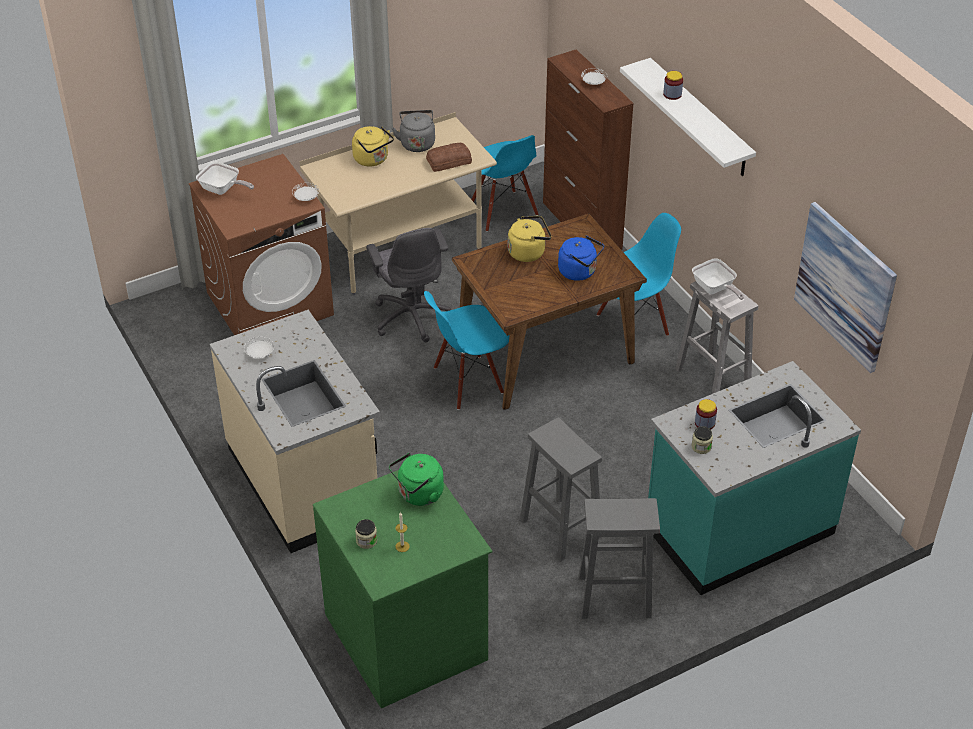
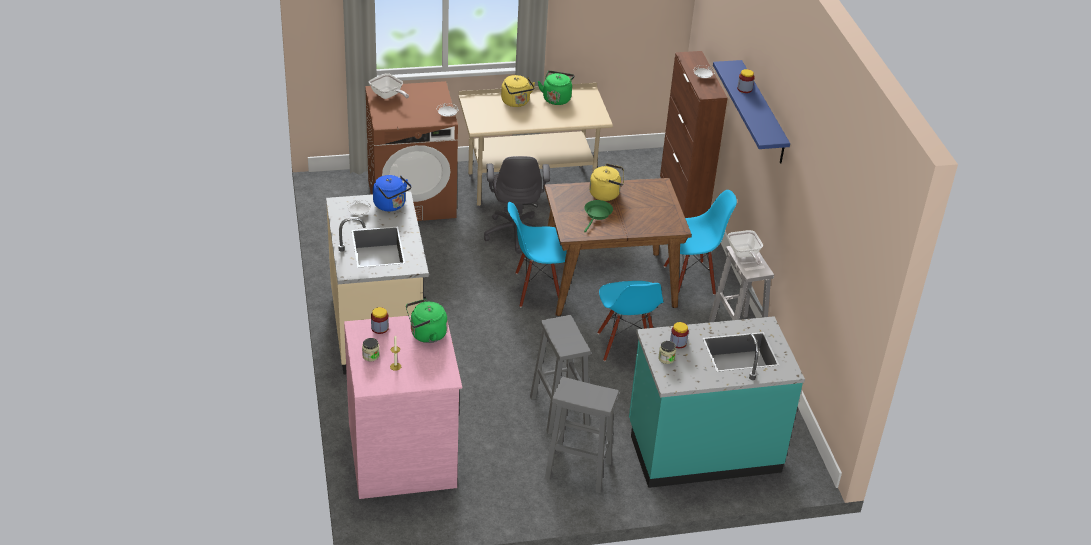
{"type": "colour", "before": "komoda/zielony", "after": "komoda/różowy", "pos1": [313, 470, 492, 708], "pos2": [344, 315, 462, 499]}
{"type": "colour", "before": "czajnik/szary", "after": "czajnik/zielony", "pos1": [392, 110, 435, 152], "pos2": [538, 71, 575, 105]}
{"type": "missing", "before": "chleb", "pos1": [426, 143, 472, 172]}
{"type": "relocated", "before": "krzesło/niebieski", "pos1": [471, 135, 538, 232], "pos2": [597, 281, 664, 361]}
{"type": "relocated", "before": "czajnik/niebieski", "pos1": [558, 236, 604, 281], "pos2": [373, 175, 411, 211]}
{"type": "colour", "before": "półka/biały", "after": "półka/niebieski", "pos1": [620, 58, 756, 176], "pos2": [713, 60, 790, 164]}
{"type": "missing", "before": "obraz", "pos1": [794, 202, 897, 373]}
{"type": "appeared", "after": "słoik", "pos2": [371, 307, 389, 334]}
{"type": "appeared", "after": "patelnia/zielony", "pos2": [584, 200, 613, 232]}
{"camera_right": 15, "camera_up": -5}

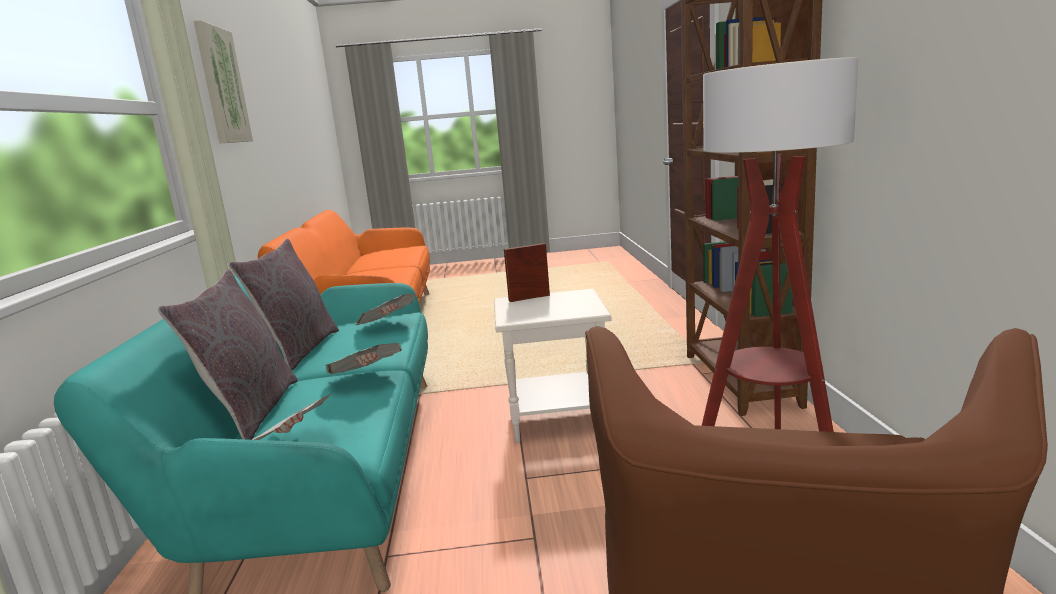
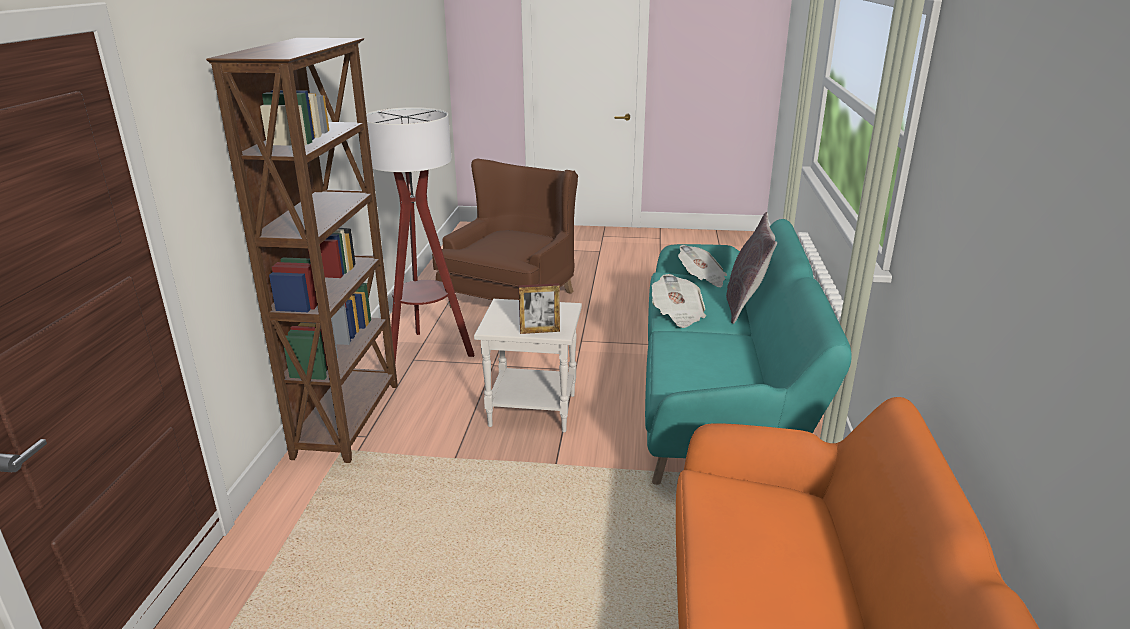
{"type": "missing", "before": "obraz", "pos1": [194, 20, 253, 144]}
{"type": "missing", "before": "poduszka/szary", "pos1": [229, 239, 339, 371]}
{"type": "missing", "before": "gazeta", "pos1": [356, 294, 416, 325]}
{"camera_right": -170, "camera_up": 10}

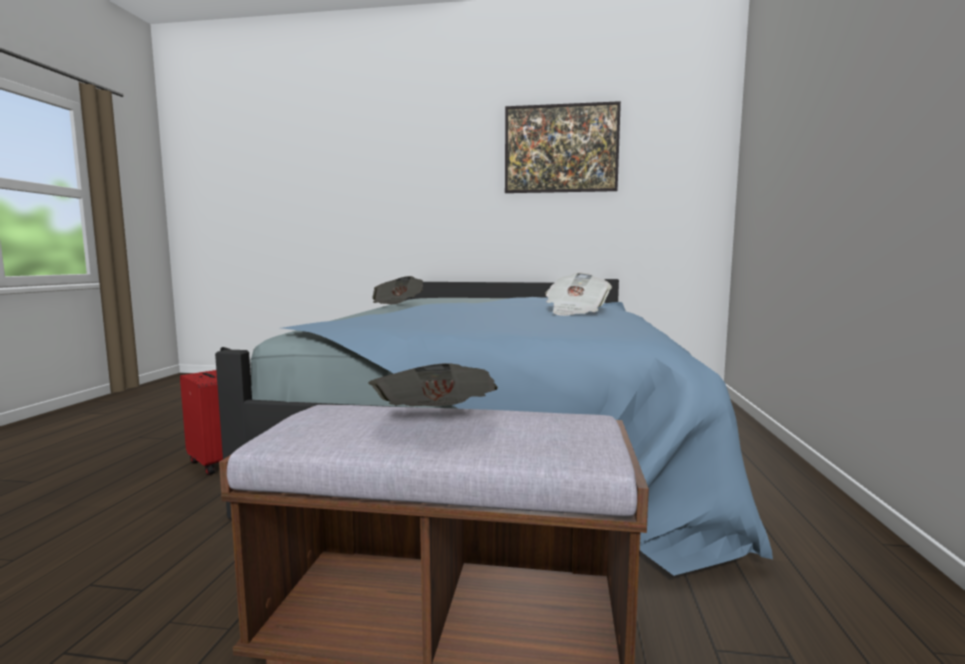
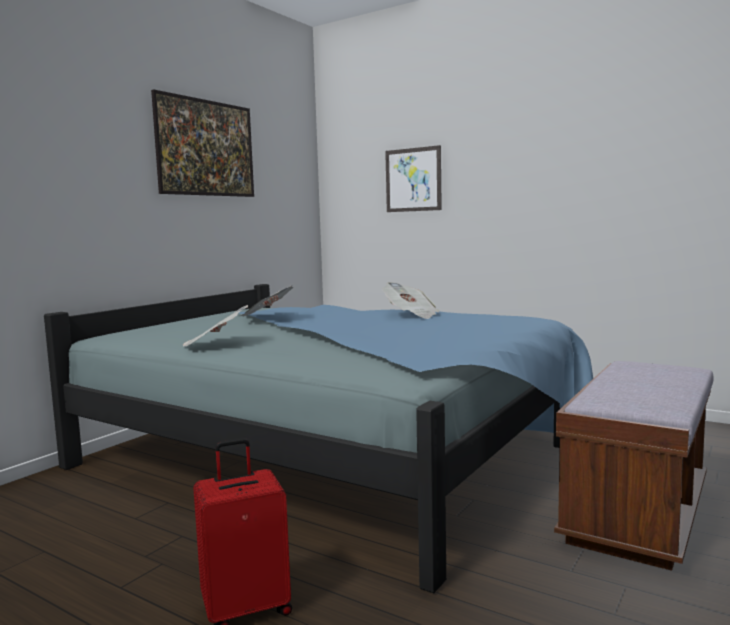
{"type": "relocated", "before": "gazeta", "pos1": [369, 363, 498, 406], "pos2": [241, 285, 293, 316]}
{"type": "appeared", "after": "obraz", "pos2": [385, 145, 442, 212]}
{"camera_right": -65, "camera_up": 0}

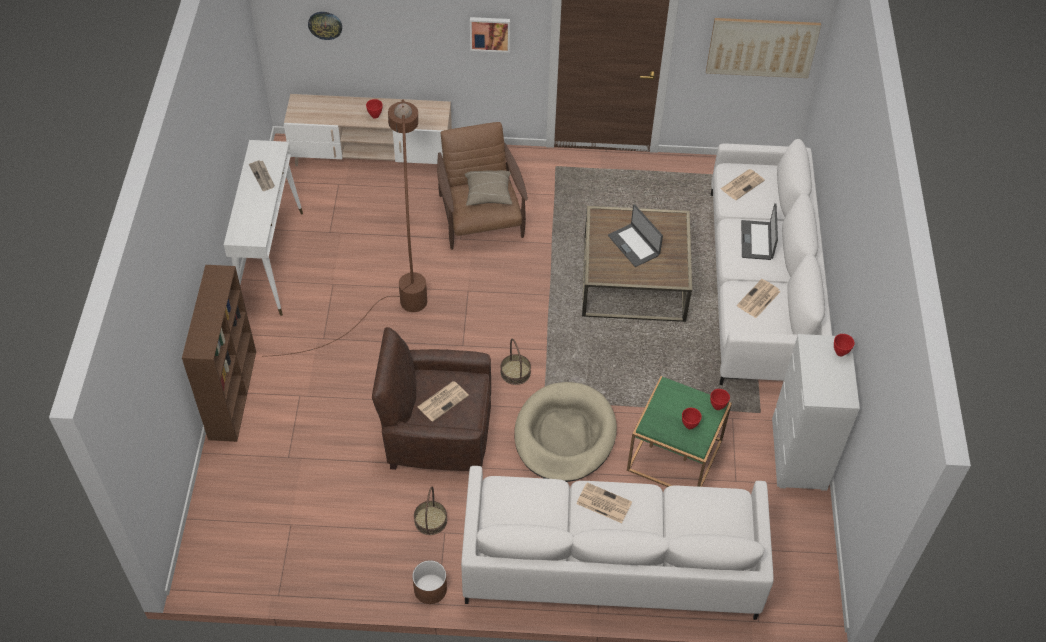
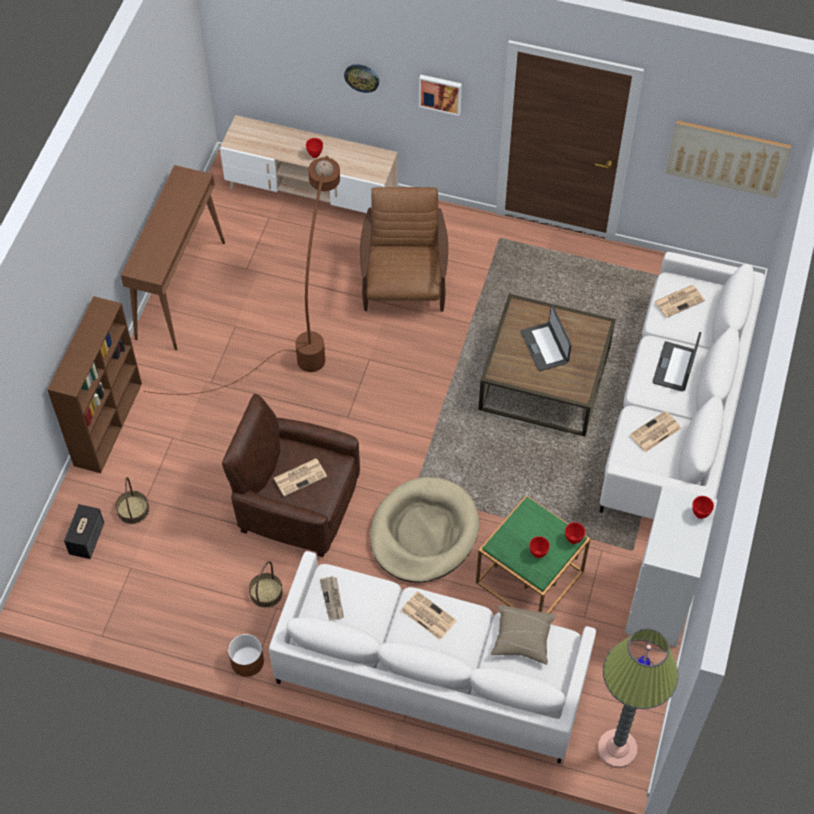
{"type": "colour", "before": "stolik konsolowy/biały", "after": "stolik konsolowy/brązowy", "pos1": [224, 140, 303, 316], "pos2": [121, 165, 225, 350]}
{"type": "relocated", "before": "gazeta", "pos1": [249, 160, 275, 191], "pos2": [320, 576, 344, 621]}
{"type": "relocated", "before": "zegar ścienny", "pos1": [308, 12, 342, 40], "pos2": [344, 64, 379, 93]}
{"type": "relocated", "before": "poduszka/beżowy", "pos1": [464, 170, 512, 206], "pos2": [491, 605, 556, 664]}
{"type": "relocated", "before": "koszyk", "pos1": [500, 339, 531, 385], "pos2": [115, 477, 149, 524]}
{"type": "appeared", "after": "głośnik", "pos2": [64, 504, 104, 559]}
{"type": "appeared", "after": "lampa stojąca", "pos2": [598, 628, 679, 768]}
{"camera_right": 15, "camera_up": 5}

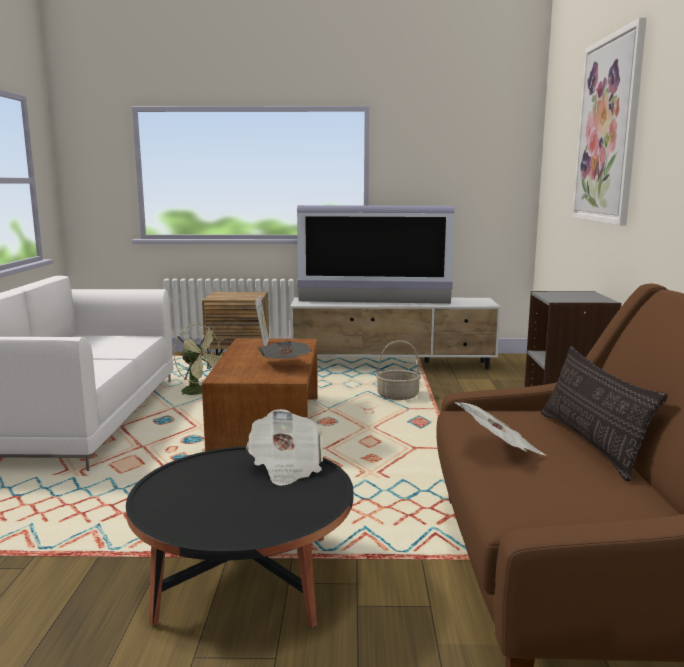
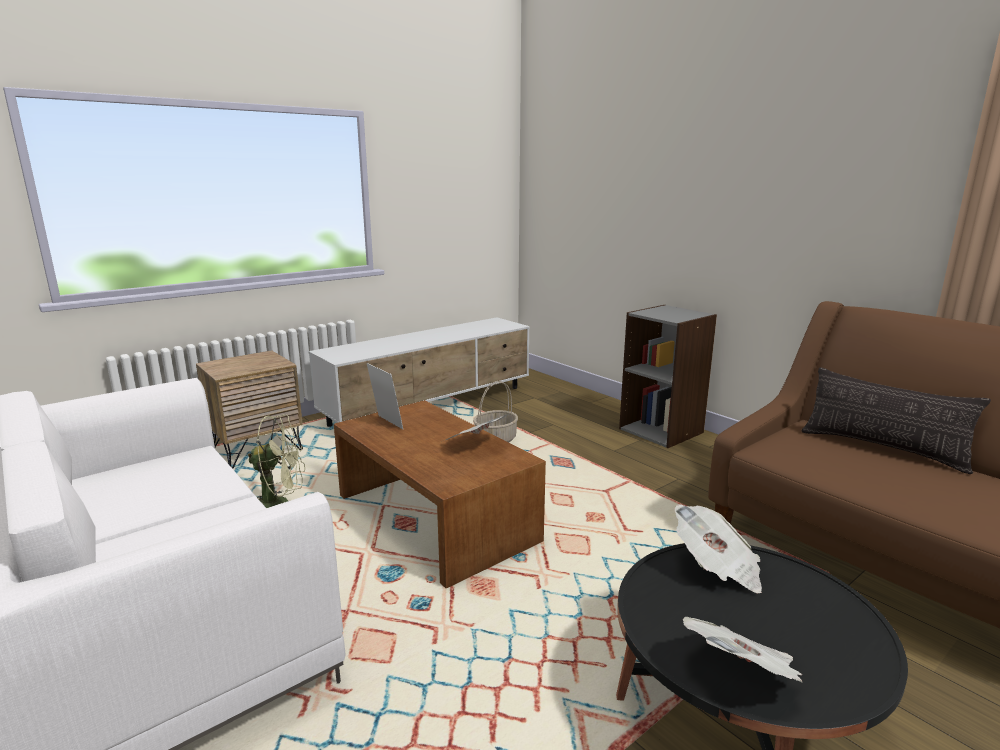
{"type": "missing", "before": "telewizor", "pos1": [297, 205, 455, 304]}
{"type": "relocated", "before": "gazeta", "pos1": [455, 402, 546, 455], "pos2": [683, 617, 803, 682]}
{"type": "missing", "before": "obraz", "pos1": [572, 17, 647, 225]}
{"camera_right": -40, "camera_up": 5}

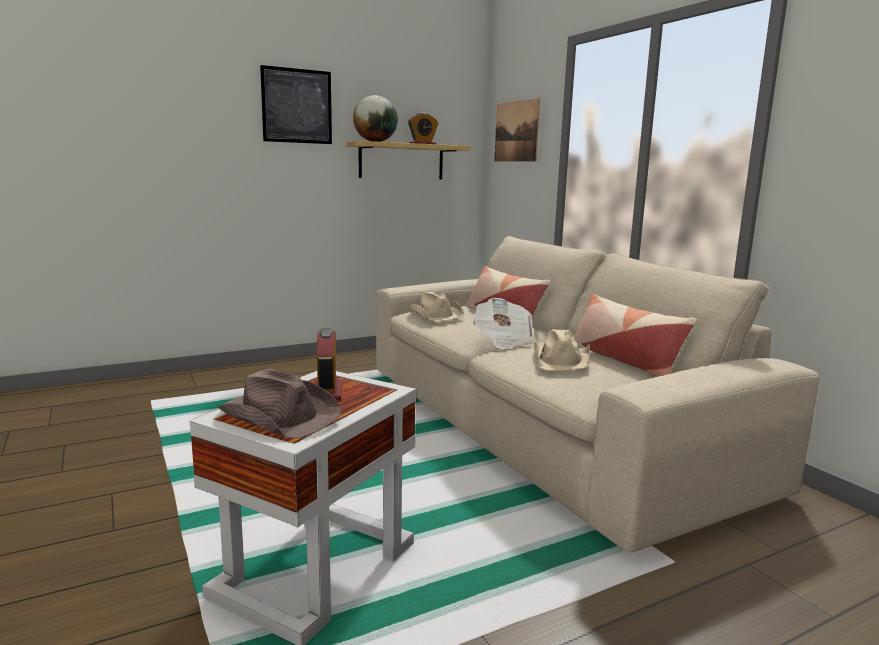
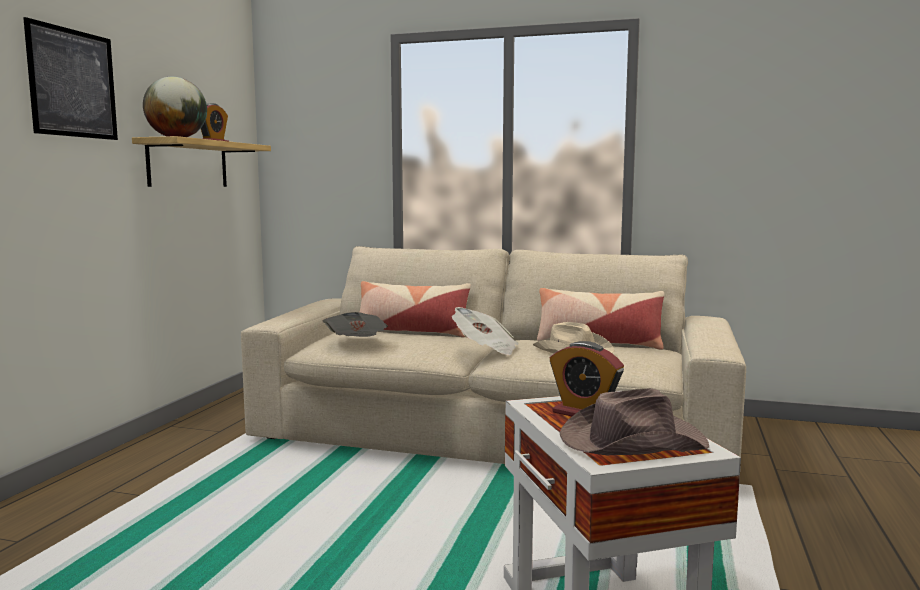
{"type": "exchanged", "before": "kapelusz/beżowy", "after": "gazeta", "pos1": [409, 291, 464, 322], "pos2": [322, 312, 388, 337]}
{"type": "missing", "before": "obraz", "pos1": [495, 98, 540, 162]}
{"camera_right": -45, "camera_up": -5}

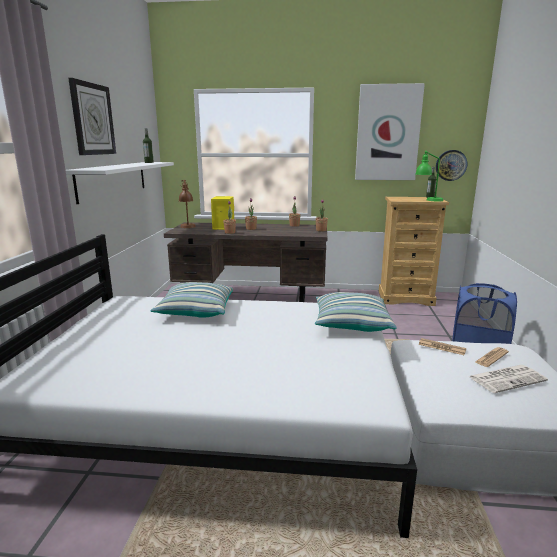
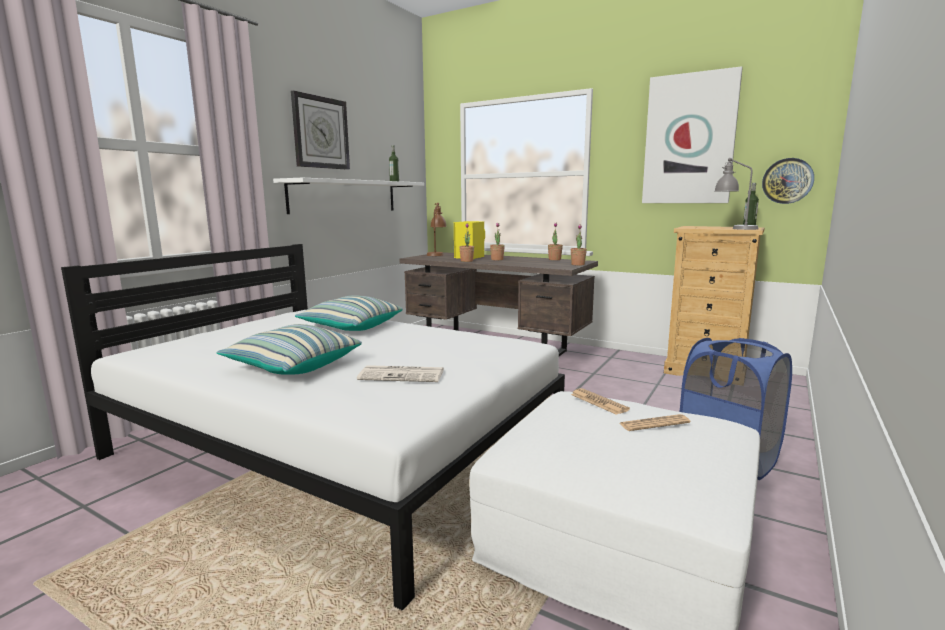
{"type": "relocated", "before": "poduszka", "pos1": [315, 292, 397, 332], "pos2": [217, 324, 362, 375]}
{"type": "colour", "before": "lampa stołowa/zielony", "after": "lampa stołowa/szary", "pos1": [416, 151, 443, 201], "pos2": [714, 158, 759, 230]}
{"type": "relocated", "before": "gazeta", "pos1": [468, 365, 548, 393], "pos2": [357, 365, 444, 382]}
{"camera_right": 25, "camera_up": -5}

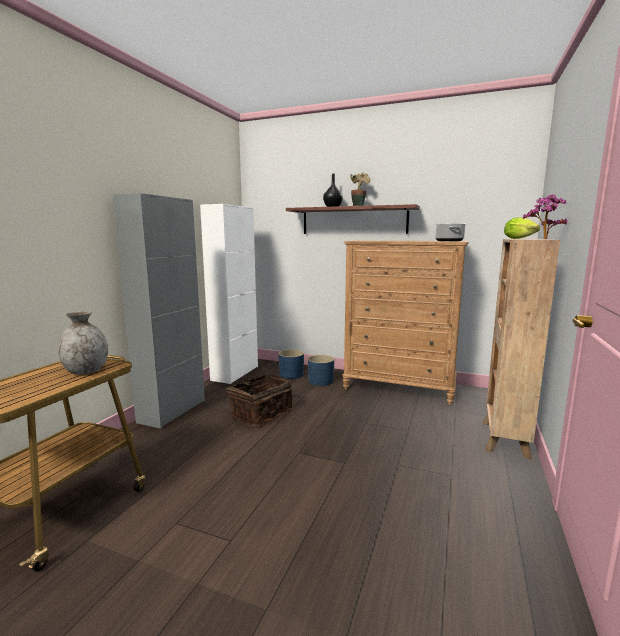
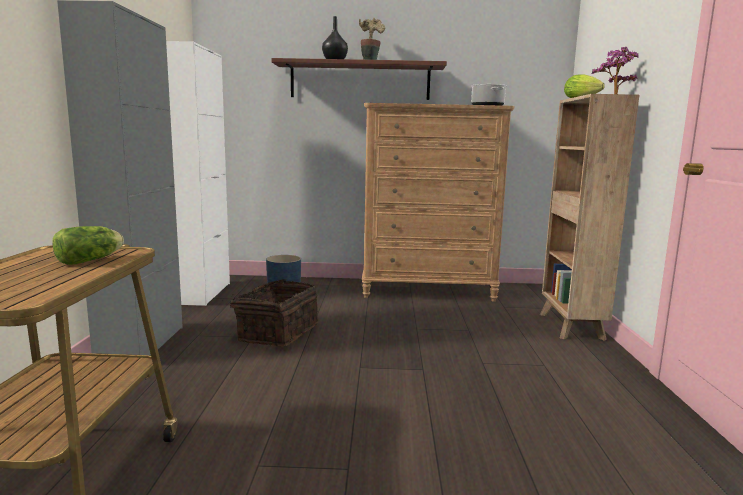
{"type": "exchanged", "before": "wazon/szary", "after": "sałata", "pos1": [58, 311, 108, 375], "pos2": [52, 226, 124, 265]}
{"type": "missing", "before": "donica/niebieski", "pos1": [308, 355, 334, 386]}
{"camera_right": -20, "camera_up": 0}

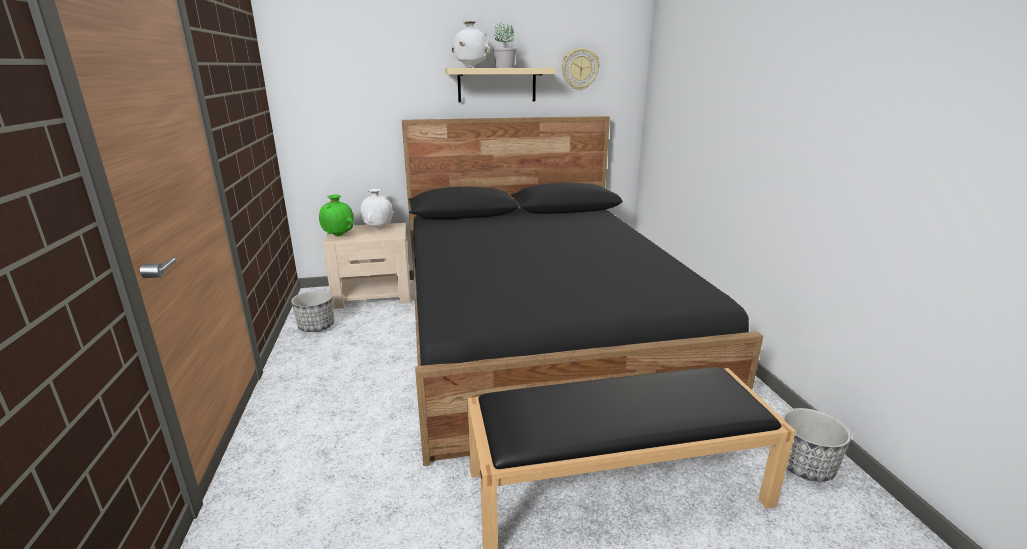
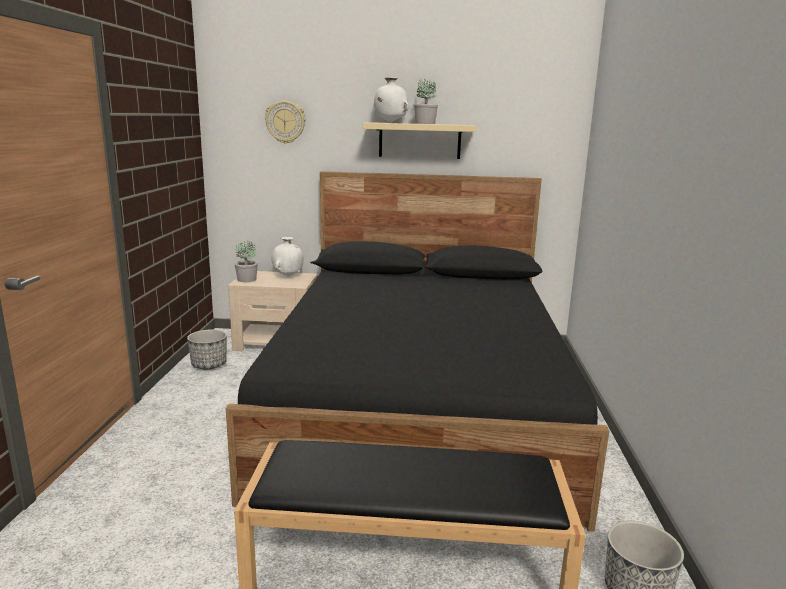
{"type": "exchanged", "before": "wazon/zielony", "after": "roślina doniczkowa", "pos1": [319, 194, 354, 237], "pos2": [235, 241, 258, 282]}
{"type": "relocated", "before": "zegar ścienny", "pos1": [562, 48, 600, 90], "pos2": [265, 101, 305, 144]}
{"camera_right": 15, "camera_up": -5}

